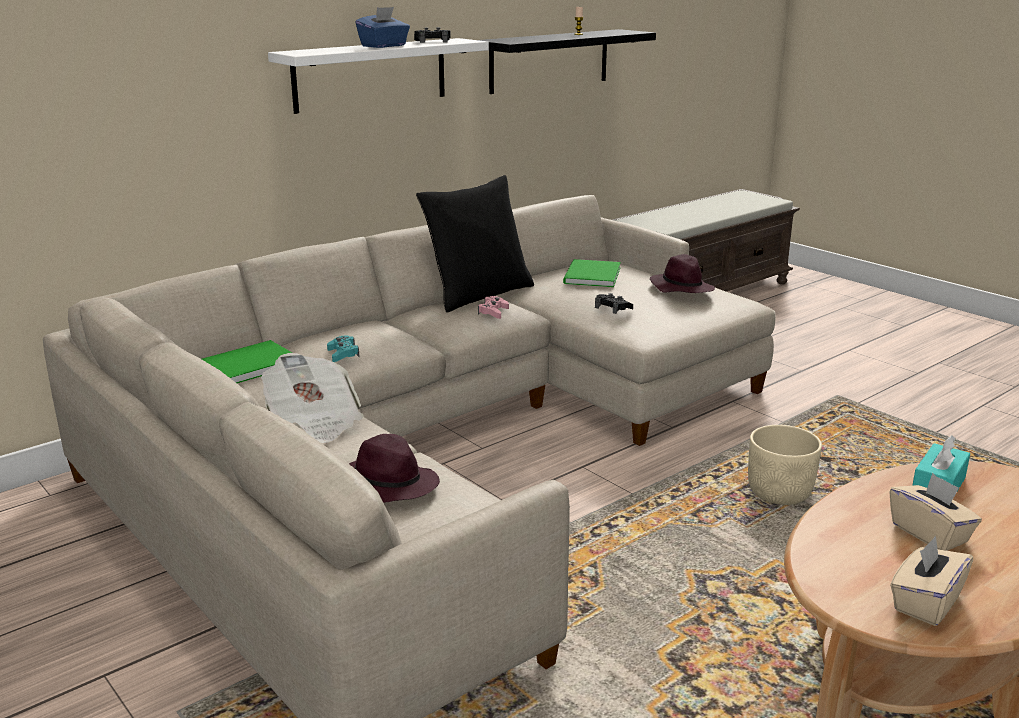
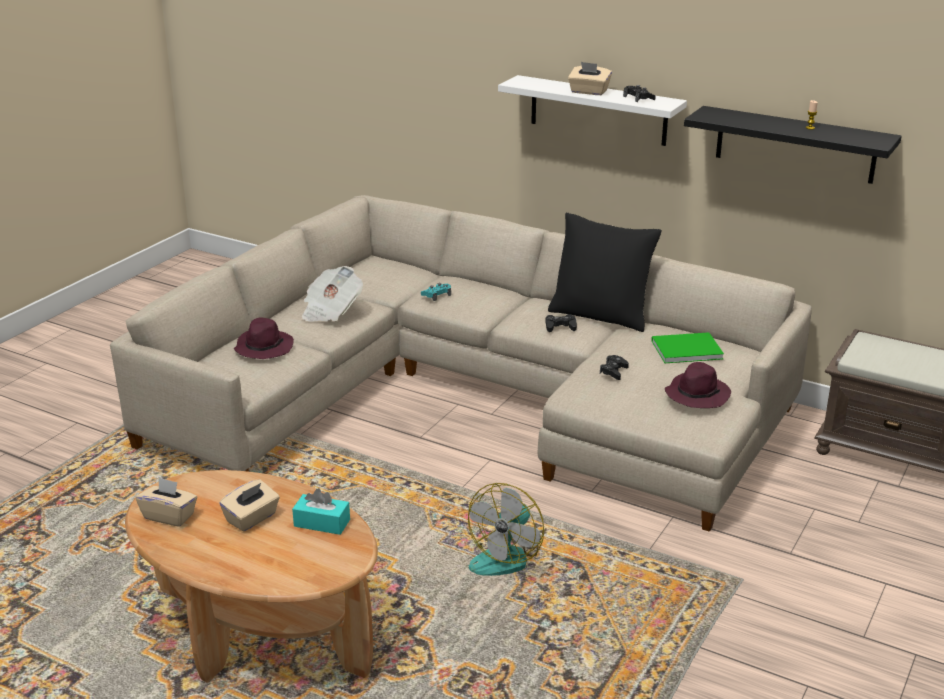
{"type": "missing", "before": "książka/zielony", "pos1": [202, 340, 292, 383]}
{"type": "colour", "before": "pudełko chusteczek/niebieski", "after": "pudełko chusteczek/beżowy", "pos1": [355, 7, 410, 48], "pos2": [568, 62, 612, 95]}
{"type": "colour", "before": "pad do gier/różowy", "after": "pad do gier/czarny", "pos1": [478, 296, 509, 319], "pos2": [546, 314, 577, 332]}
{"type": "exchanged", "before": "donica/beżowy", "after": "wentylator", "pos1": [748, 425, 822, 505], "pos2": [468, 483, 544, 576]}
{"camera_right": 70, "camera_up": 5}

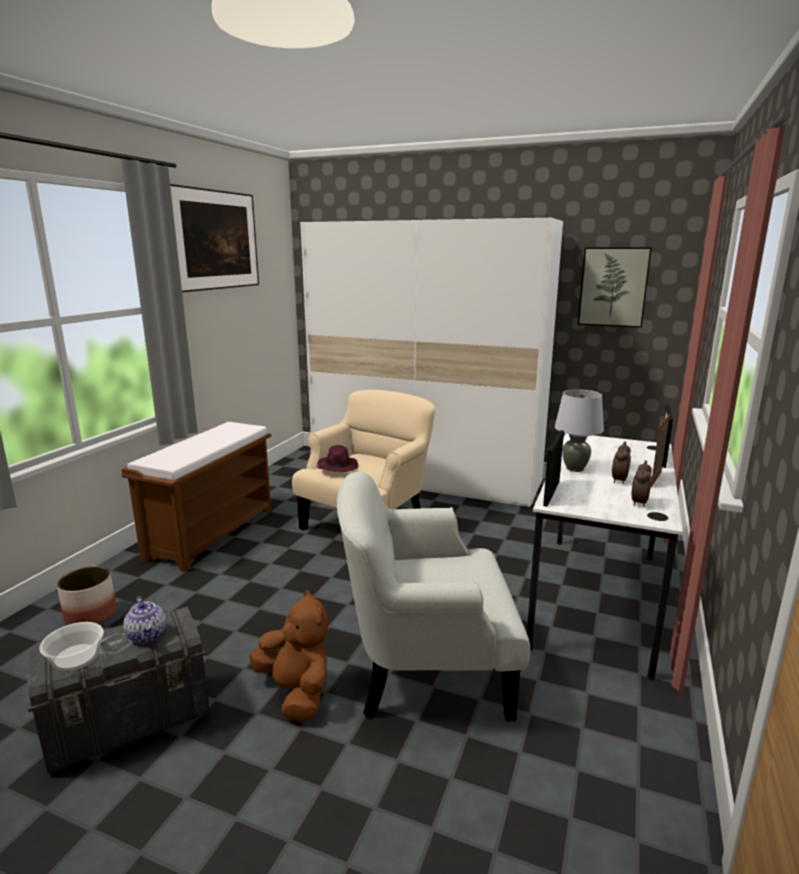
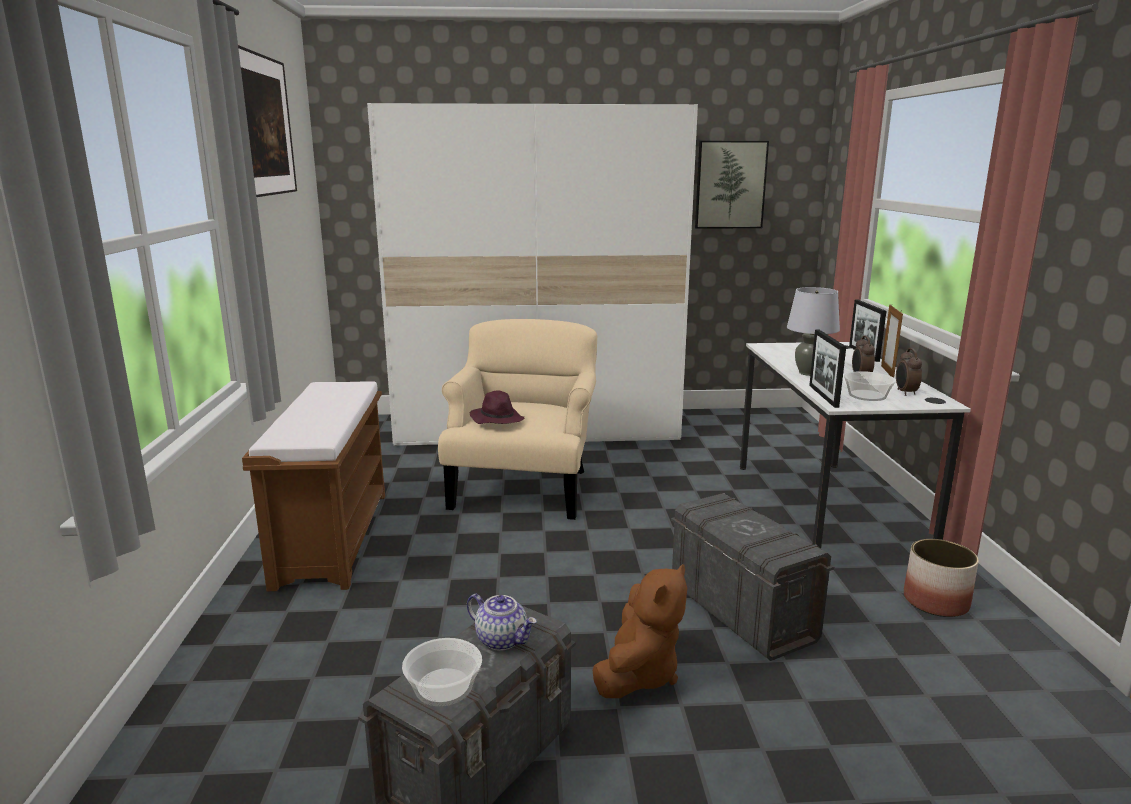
{"type": "relocated", "before": "donica", "pos1": [57, 566, 117, 625], "pos2": [904, 539, 979, 617]}
{"type": "spun", "before": "pluszak/brązowy", "pos1": [249, 590, 328, 722], "pos2": [593, 564, 687, 698], "turn": 90}
{"type": "exchanged", "before": "fotel/biały", "after": "pojemnik do przechowywania/szary", "pos1": [337, 471, 530, 721], "pos2": [671, 493, 834, 661]}
{"type": "appeared", "after": "miska", "pos2": [844, 371, 896, 401]}
{"camera_right": -25, "camera_up": 0}

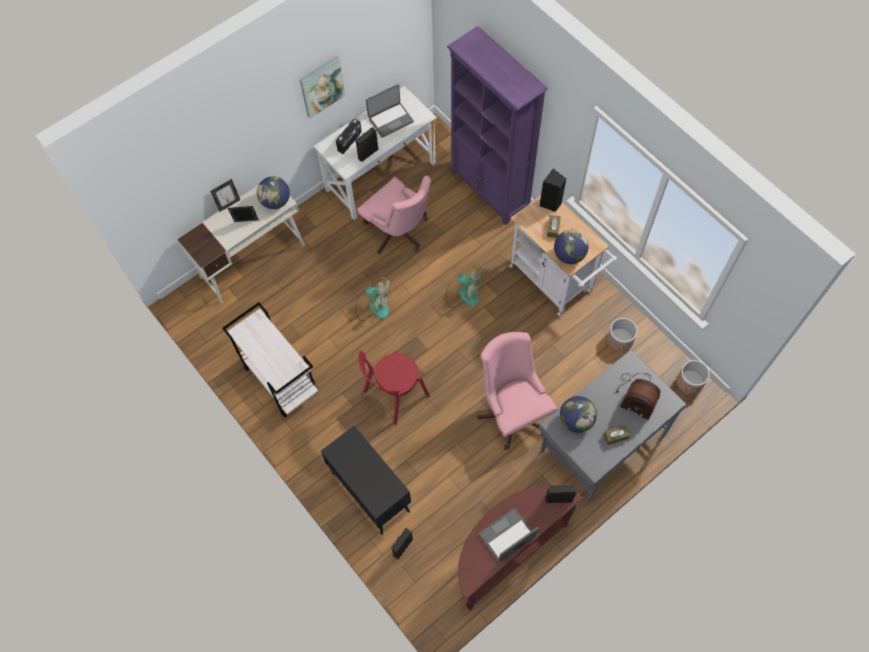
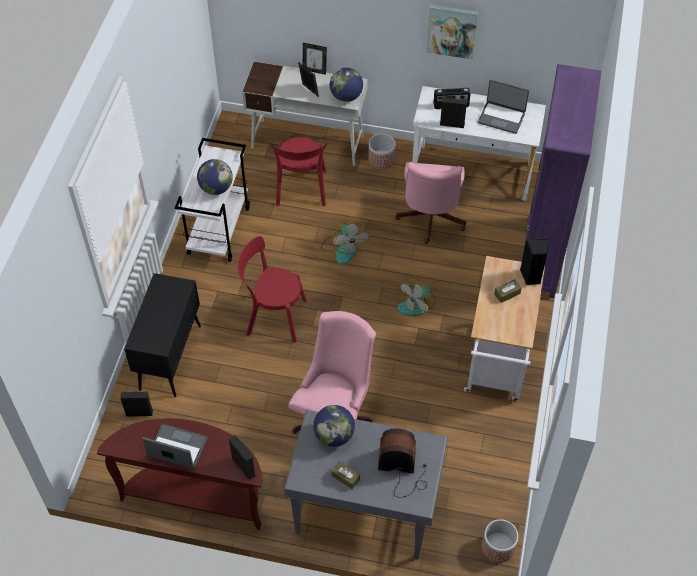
{"type": "spun", "before": "wentylator", "pos1": [446, 265, 484, 308], "pos2": [397, 279, 436, 316], "turn": 60}
{"type": "relocated", "before": "globus", "pos1": [554, 230, 588, 264], "pos2": [197, 159, 233, 195]}
{"type": "relocated", "before": "donica", "pos1": [607, 318, 638, 352], "pos2": [368, 134, 396, 169]}
{"type": "spun", "before": "radio", "pos1": [616, 373, 660, 420], "pos2": [378, 428, 427, 498], "turn": 105}
{"type": "appeared", "after": "krzesło/czerwony", "pos2": [269, 137, 327, 206]}
{"camera_right": 50, "camera_up": -10}

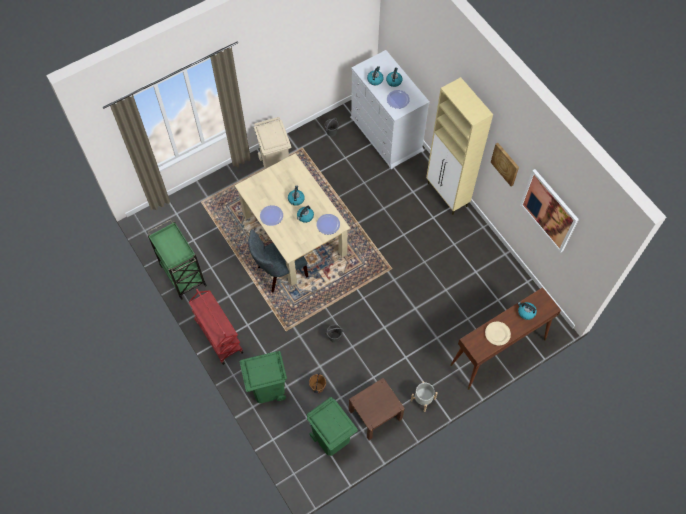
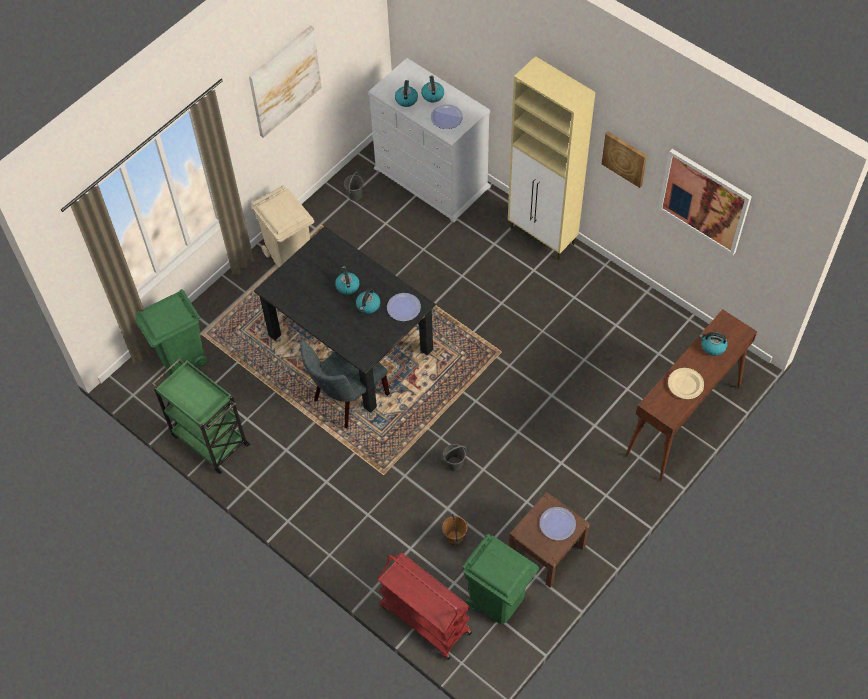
{"type": "relocated", "before": "wózek/czerwony", "pos1": [189, 289, 243, 365], "pos2": [377, 553, 472, 660]}
{"type": "colour", "before": "stół jadalny/beżowy", "after": "stół jadalny/czarny", "pos1": [234, 153, 350, 286], "pos2": [254, 226, 436, 413]}
{"type": "relocated", "before": "kosz na śmieci/zielony", "pos1": [240, 351, 287, 403], "pos2": [135, 289, 208, 375]}
{"type": "relocated", "before": "talerz", "pos1": [260, 205, 283, 226], "pos2": [540, 507, 576, 540]}
{"type": "missing", "before": "donica/szary", "pos1": [411, 381, 438, 412]}
{"type": "appeared", "after": "obraz", "pos2": [249, 25, 322, 138]}
{"camera_right": -15, "camera_up": -5}

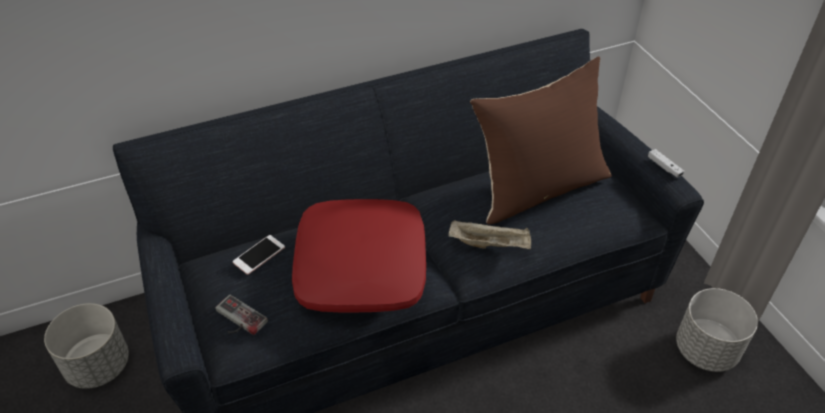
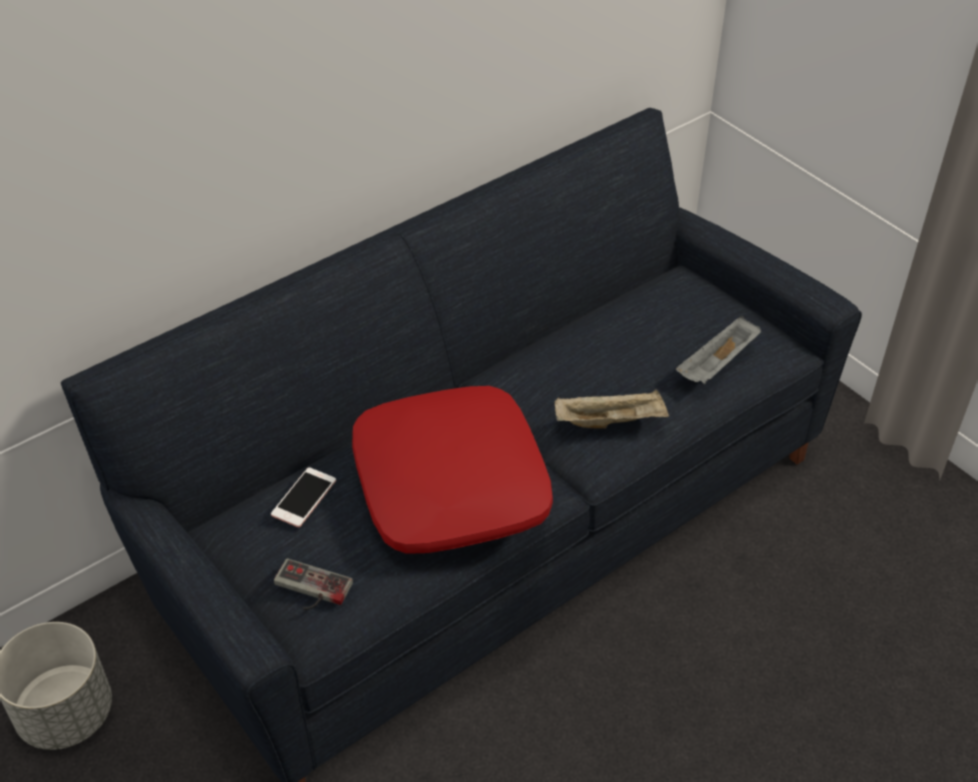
{"type": "missing", "before": "poduszka/brązowy", "pos1": [470, 56, 612, 224]}
{"type": "missing", "before": "pad do gier/biały", "pos1": [648, 149, 684, 178]}
{"type": "missing", "before": "donica/szary", "pos1": [676, 288, 758, 372]}
{"type": "appeared", "after": "taca/szary", "pos2": [676, 316, 761, 384]}
{"camera_right": -15, "camera_up": 0}

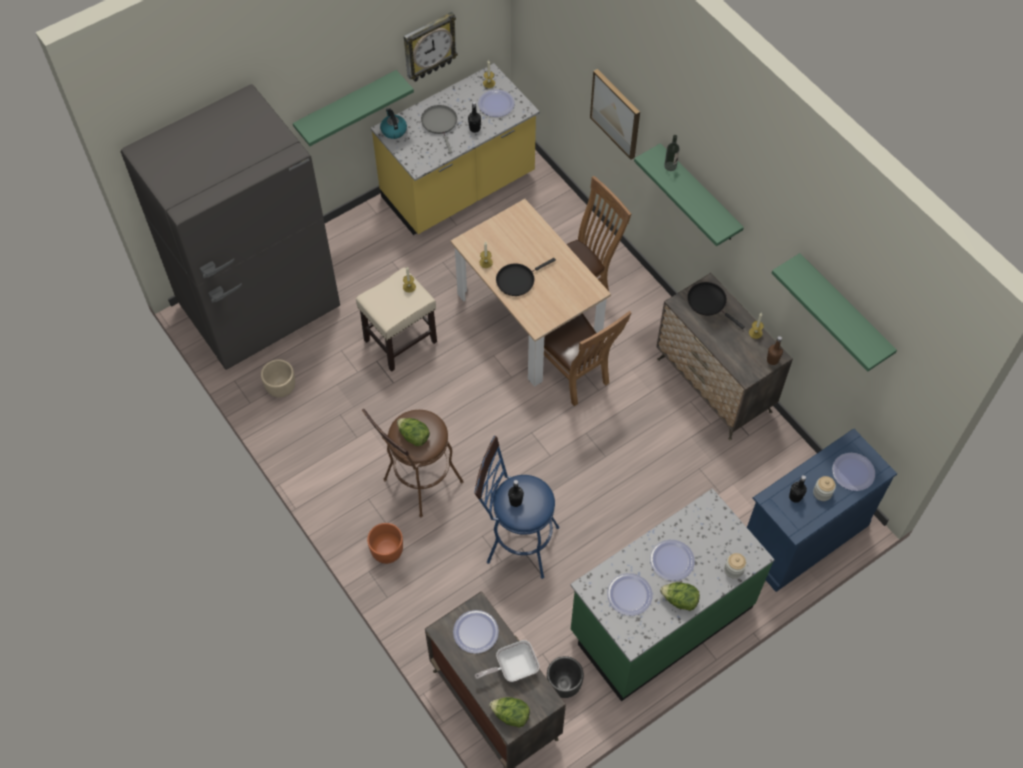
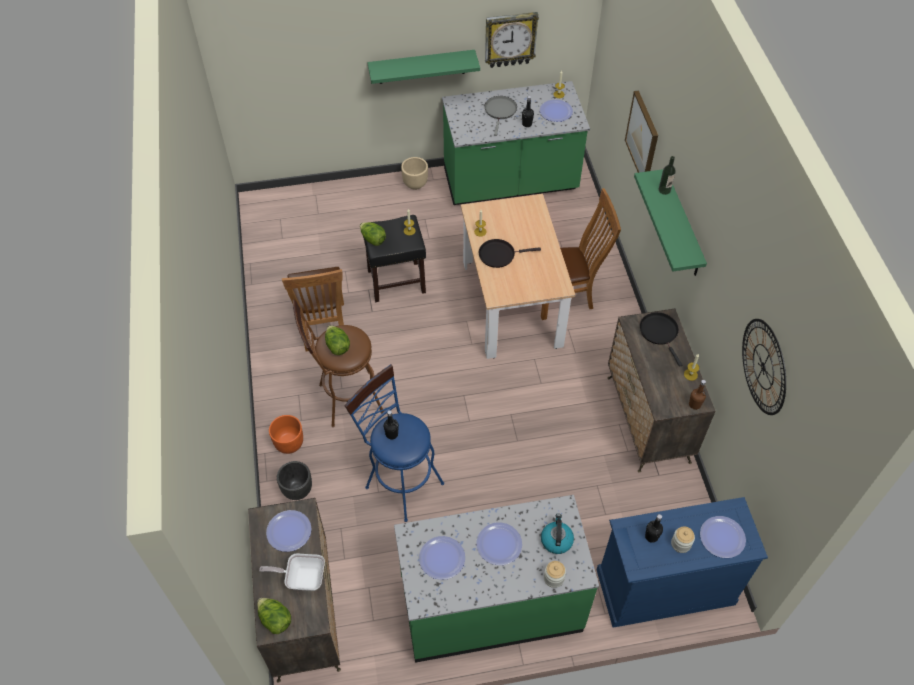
{"type": "missing", "before": "lodówka/szary", "pos1": [121, 84, 340, 370]}
{"type": "relocated", "before": "donica/beżowy", "pos1": [261, 359, 295, 397], "pos2": [401, 157, 428, 190]}
{"type": "colour", "before": "stołek/beżowy", "after": "stołek/czarny", "pos1": [356, 268, 437, 372], "pos2": [363, 215, 426, 302]}
{"type": "colour", "before": "zabudowa kuchenna/żółty", "after": "zabudowa kuchenna/zielony", "pos1": [371, 63, 540, 235], "pos2": [442, 81, 590, 205]}
{"type": "relocated", "before": "czajnik", "pos1": [380, 108, 407, 139], "pos2": [541, 513, 574, 554]}
{"type": "relocated", "before": "krzesło/brązowy", "pos1": [544, 311, 631, 406], "pos2": [282, 267, 344, 351]}
{"type": "relocated", "before": "donica/czarny", "pos1": [547, 656, 584, 698], "pos2": [277, 461, 312, 500]}
{"type": "relocated", "before": "sałata", "pos1": [660, 582, 700, 611], "pos2": [360, 222, 386, 246]}
{"type": "exchanged", "before": "półka/zielony", "after": "zegar ścienny", "pos1": [771, 253, 897, 371], "pos2": [742, 319, 786, 415]}
{"camera_right": 25, "camera_up": -5}

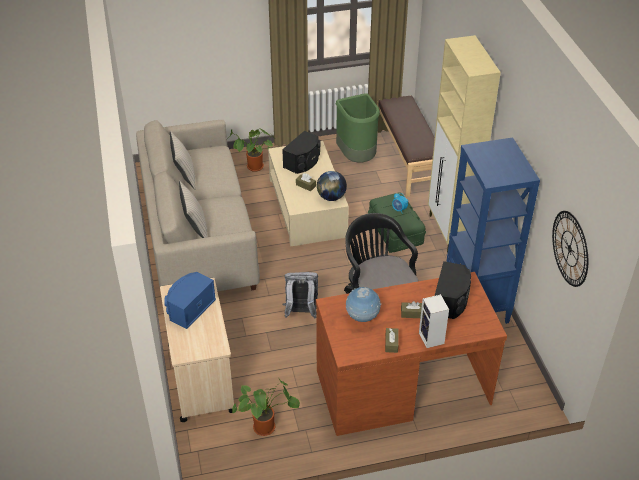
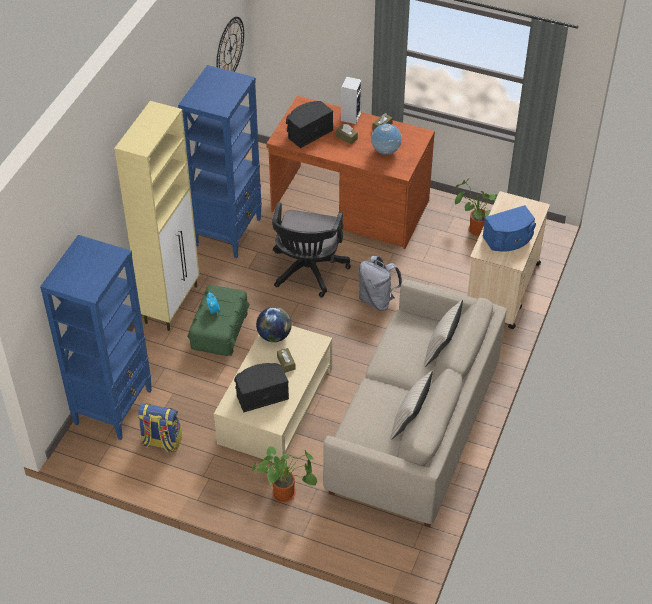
{"type": "exchanged", "before": "kosz na śmieci/zielony", "after": "plecak", "pos1": [336, 94, 380, 163], "pos2": [138, 403, 182, 452]}
{"type": "exchanged", "before": "ławka/brązowy", "after": "regał/niebieski", "pos1": [378, 96, 435, 197], "pos2": [40, 235, 152, 440]}
{"camera_right": -145, "camera_up": 5}

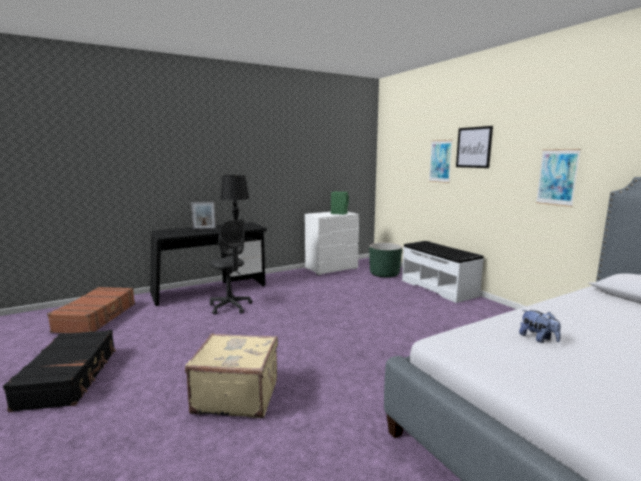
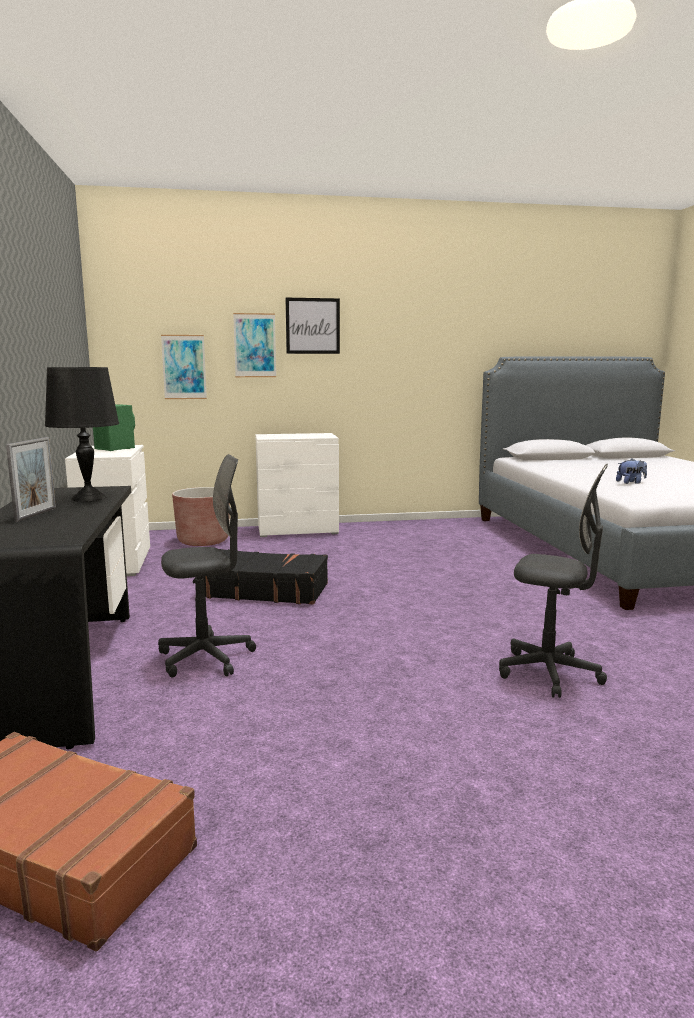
{"type": "relocated", "before": "walizka/czarny", "pos1": [3, 330, 116, 412], "pos2": [202, 549, 328, 605]}
{"type": "exchanged", "before": "walizka/beżowy", "after": "krzesło biurowe/szary", "pos1": [185, 333, 278, 418], "pos2": [499, 464, 608, 698]}
{"type": "colour", "before": "donica/zielony", "after": "donica/brązowy", "pos1": [369, 243, 402, 278], "pos2": [172, 487, 230, 546]}
{"type": "exchanged", "before": "ławka/biały", "after": "komoda/biały", "pos1": [402, 241, 484, 303], "pos2": [255, 433, 339, 537]}
{"type": "relocated", "before": "obraz", "pos1": [536, 149, 581, 207], "pos2": [161, 335, 207, 399]}
{"camera_right": -70, "camera_up": 0}

